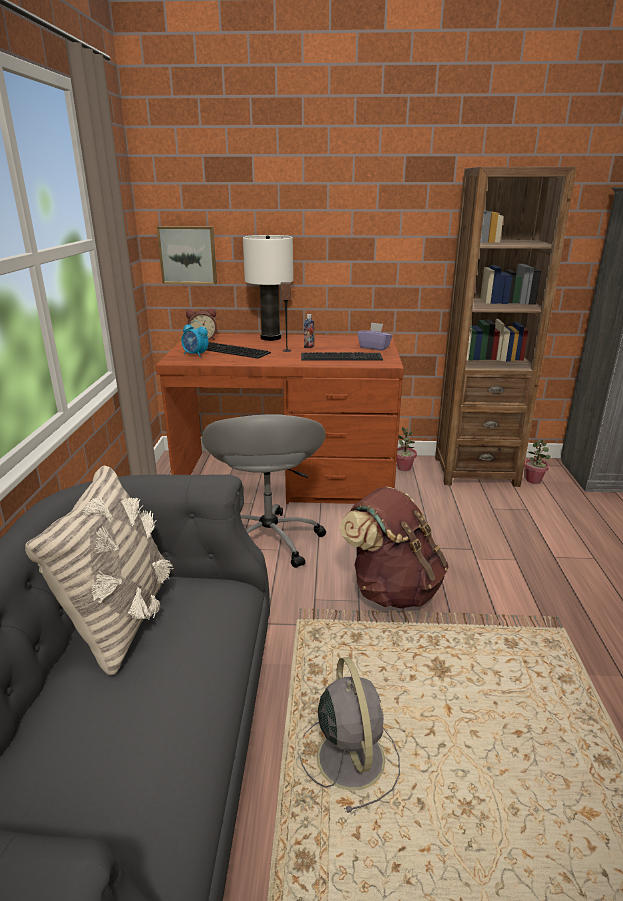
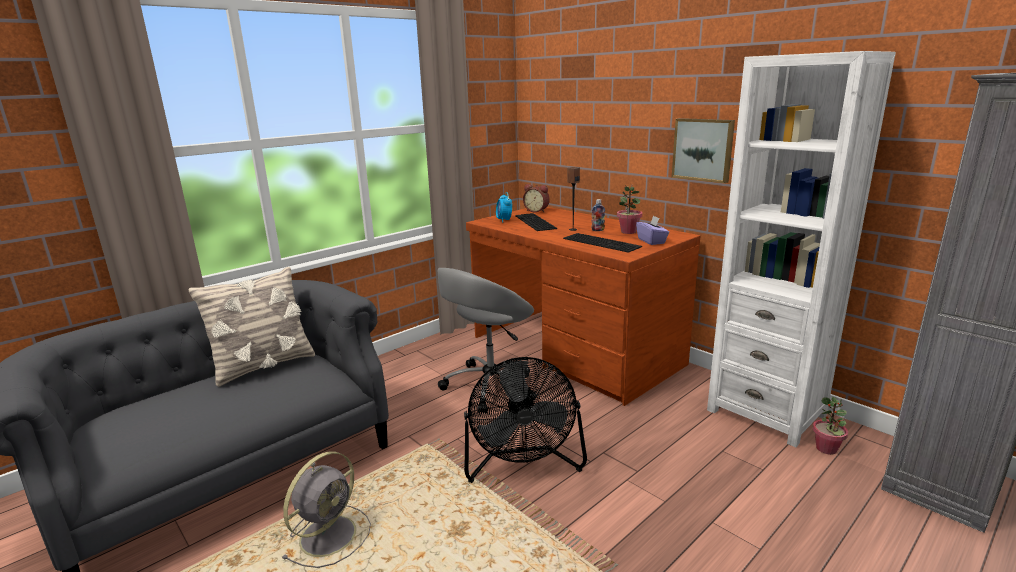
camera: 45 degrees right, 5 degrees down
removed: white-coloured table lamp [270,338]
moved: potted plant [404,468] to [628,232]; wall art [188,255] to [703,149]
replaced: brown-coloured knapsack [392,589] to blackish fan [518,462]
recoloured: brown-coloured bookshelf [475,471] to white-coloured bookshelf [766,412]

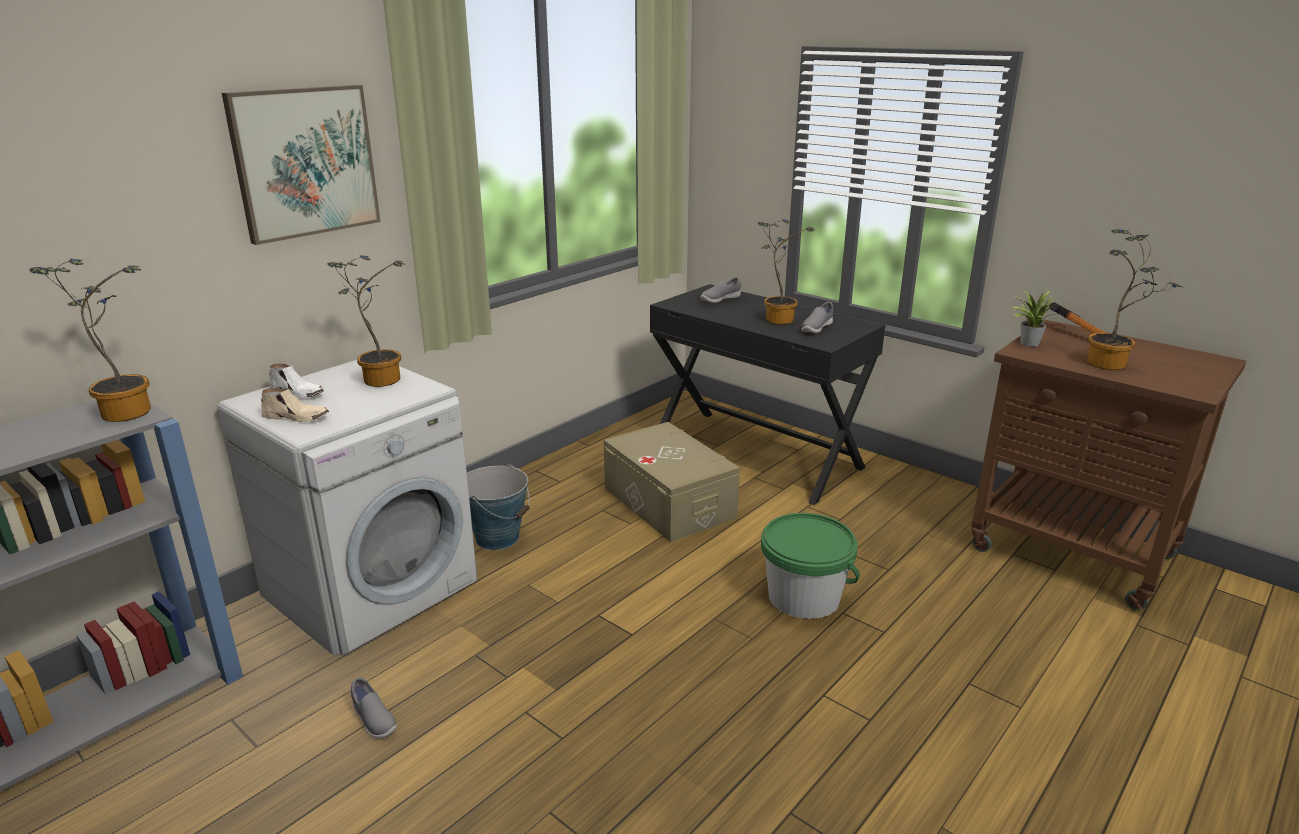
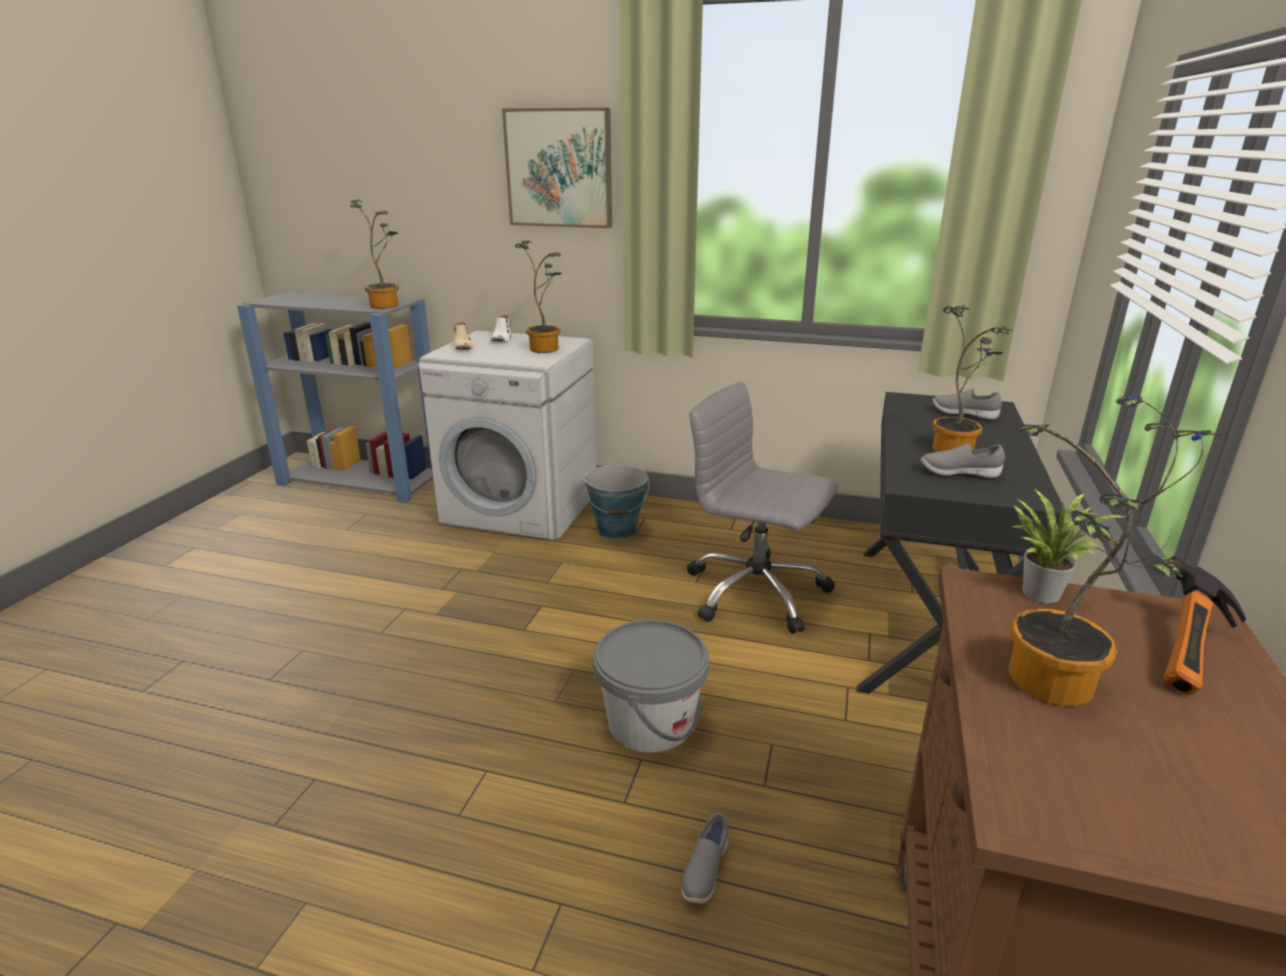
camera: 65 degrees right, 0 degrees up
moved: grey low shoe [373,720] to [704,871]
replaced: beige-coloured storage bin [668,502] to grey desk chair [755,592]
recoloured: green water bucket [803,597] to grey water bucket [651,722]

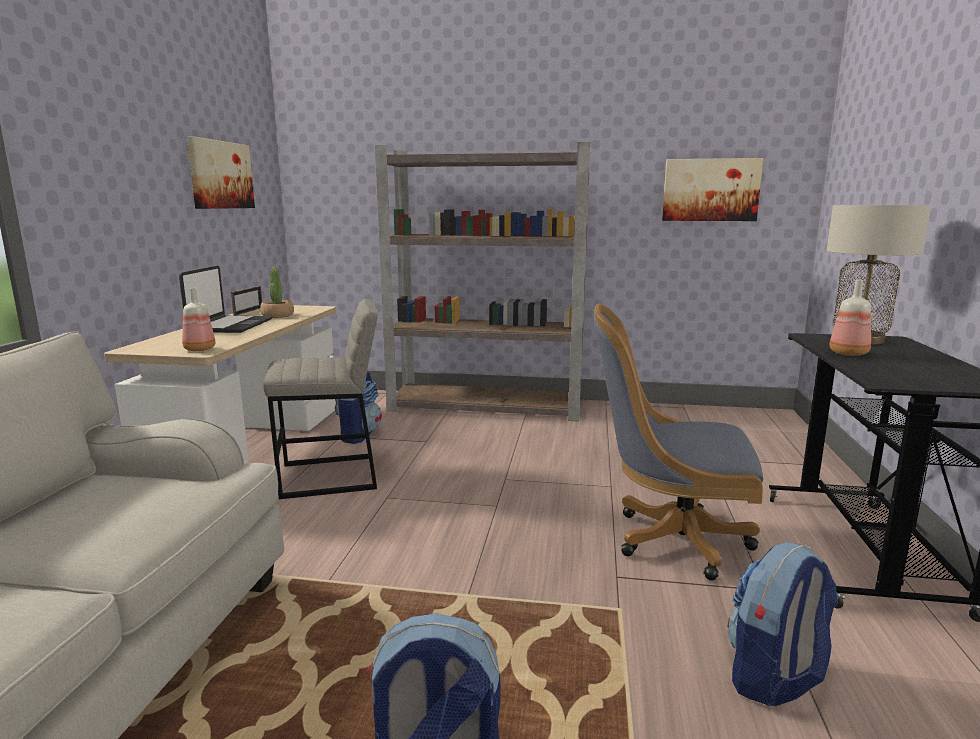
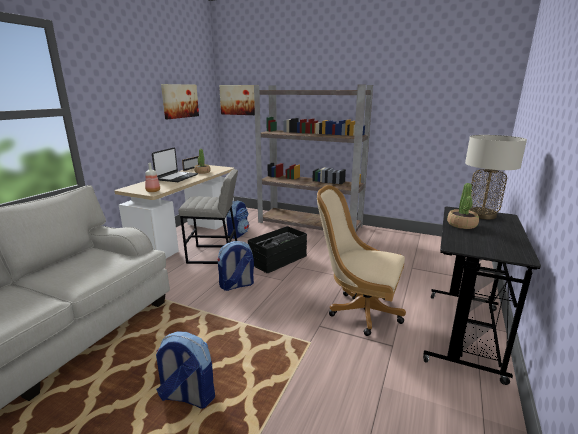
camera: 15 degrees right, 5 degrees up
added: blackish storage bin [278,259]
moved: knapsack [774,677] to [236,285]; wall art [710,190] to [239,100]
replaced: bottle [850,353] to potted plant [461,224]
recoloured: blue desk chair [668,540] to beige-coloured desk chair [358,311]

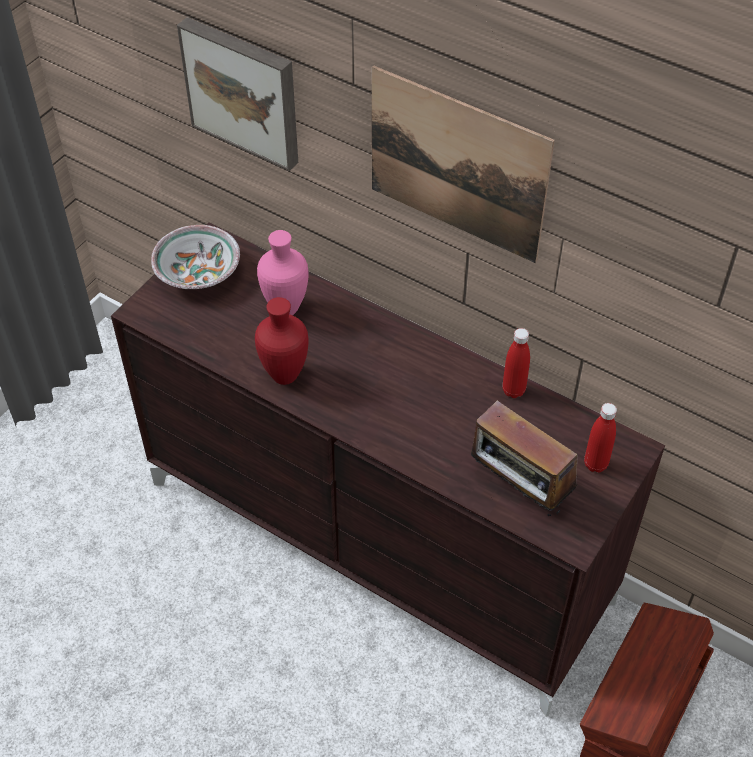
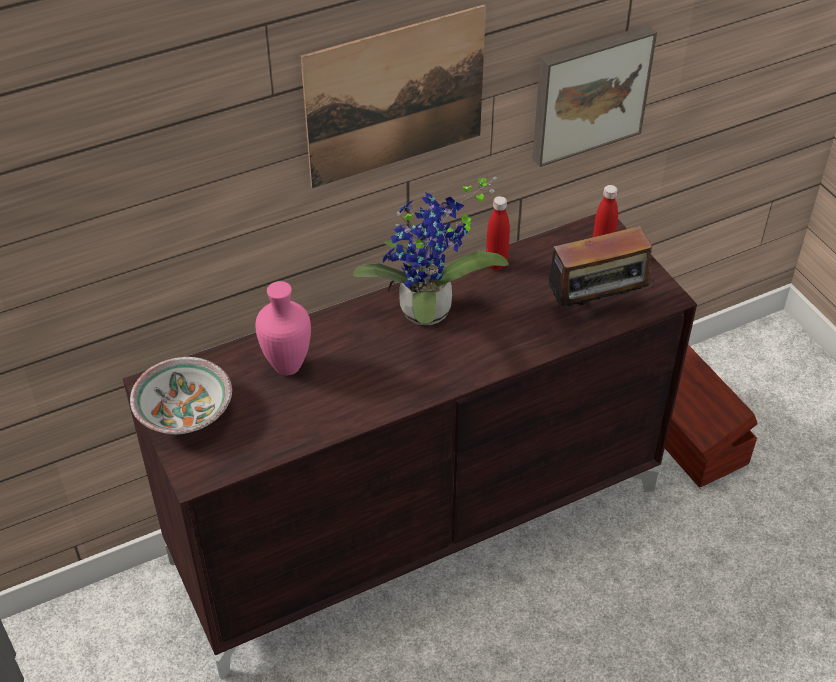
camera: 60 degrees left, 5 degrees down
removed: reddish decorative vase [285,374]
added: potted plant [428,315]
moved: wall art [243,91] to [589,93]

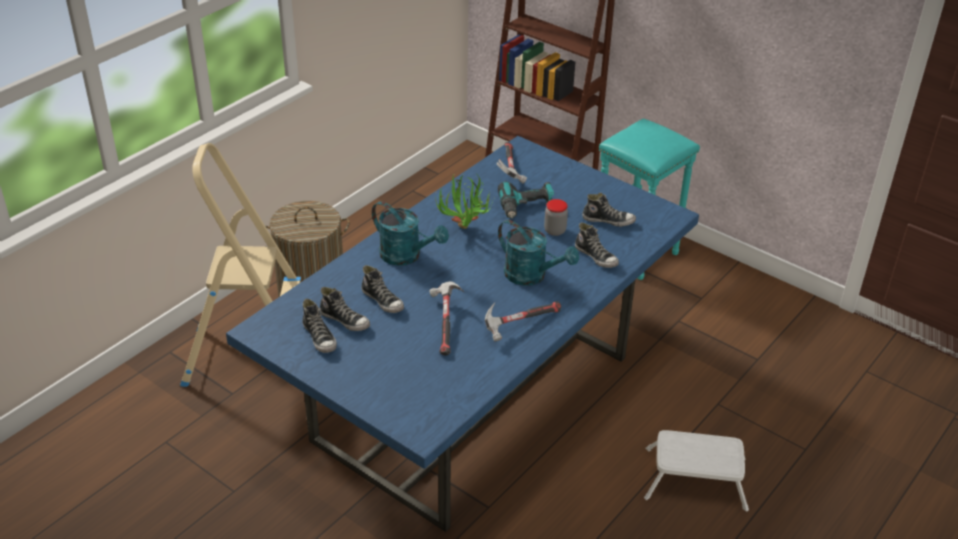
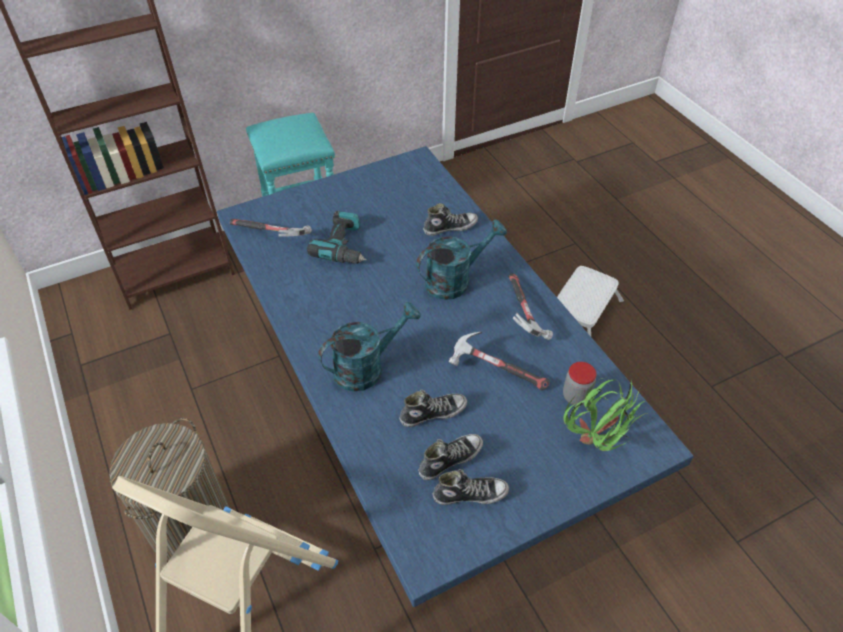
camera: 65 degrees left, 10 degrees up
removed: low shoe [608,220]
moved: jar [555,230] to [576,396]; potted plant [464,232] to [597,443]

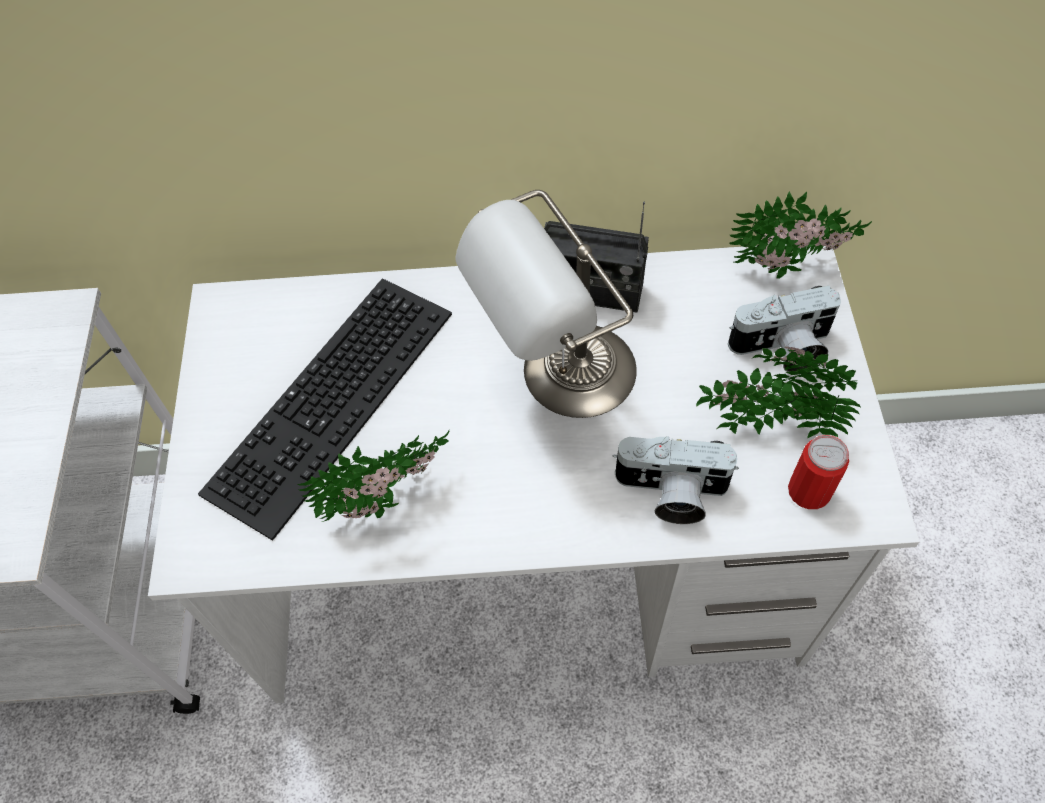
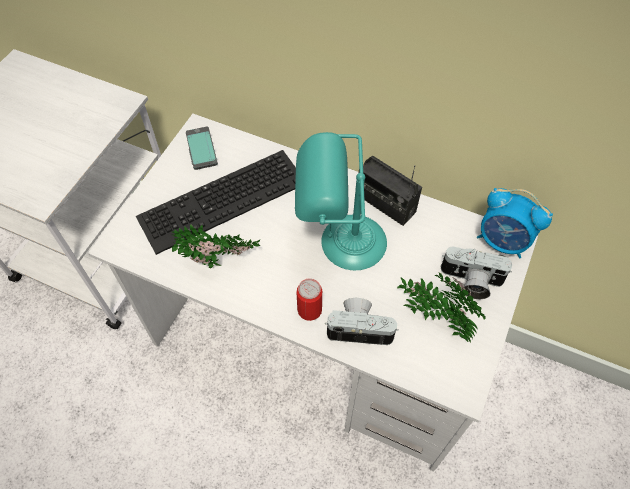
camera: 25 degrees right, 0 degrees up
added: telephone [201,149]
moved: can [809,491] to [309,310]
replaced: potted plant [790,271] to table clock [503,241]
recoloured: white-coloured table lamp [559,381] to turquoise-coloured table lamp [339,243]
turned: still camera [670,493] = [360,327] 150 degrees clockwise

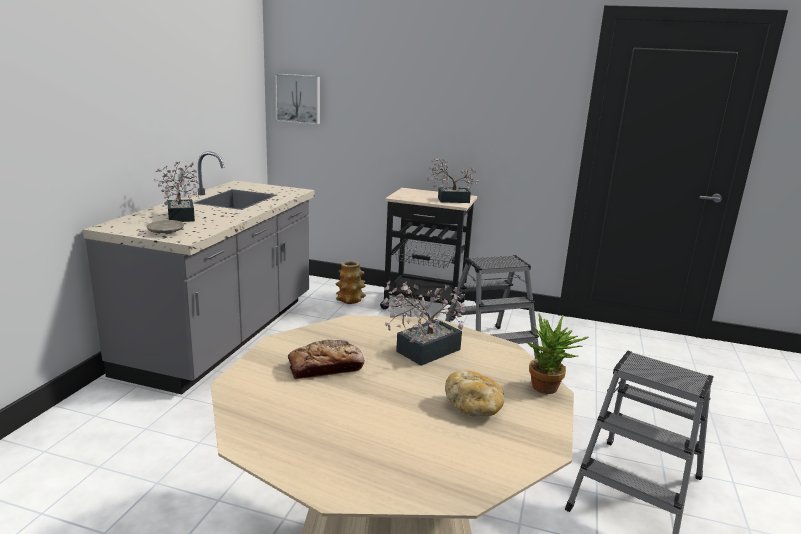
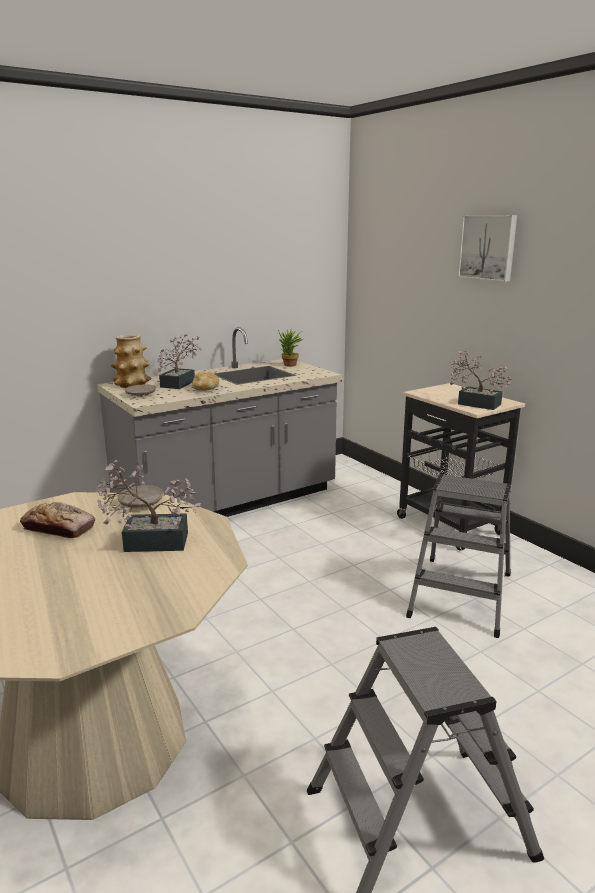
camera: 40 degrees right, 0 degrees up
added: beige-coloured flat dish [141,503]
moved: decorative vase [350,300] to [132,385]; baked bread [474,407] to [205,389]; potted plant [548,390] to [289,365]; wall art [298,98] to [488,247]

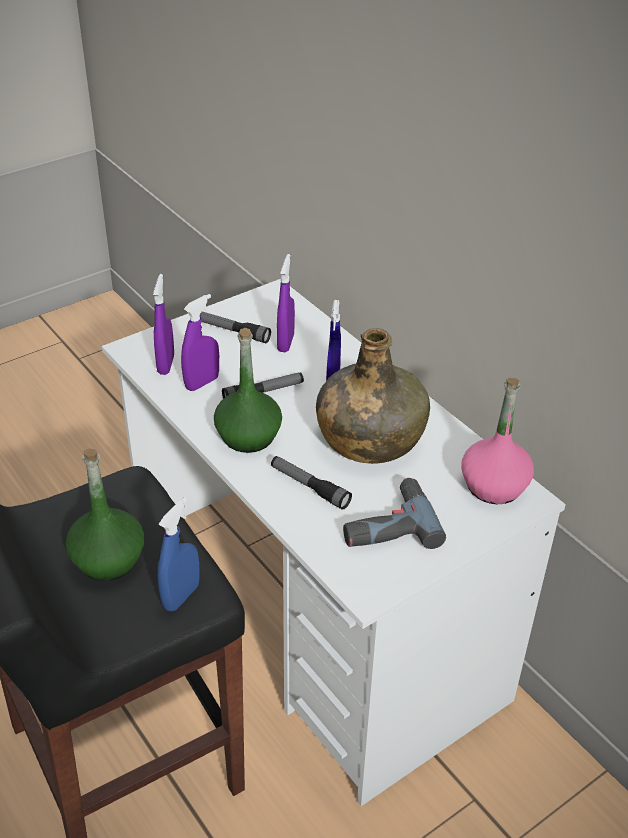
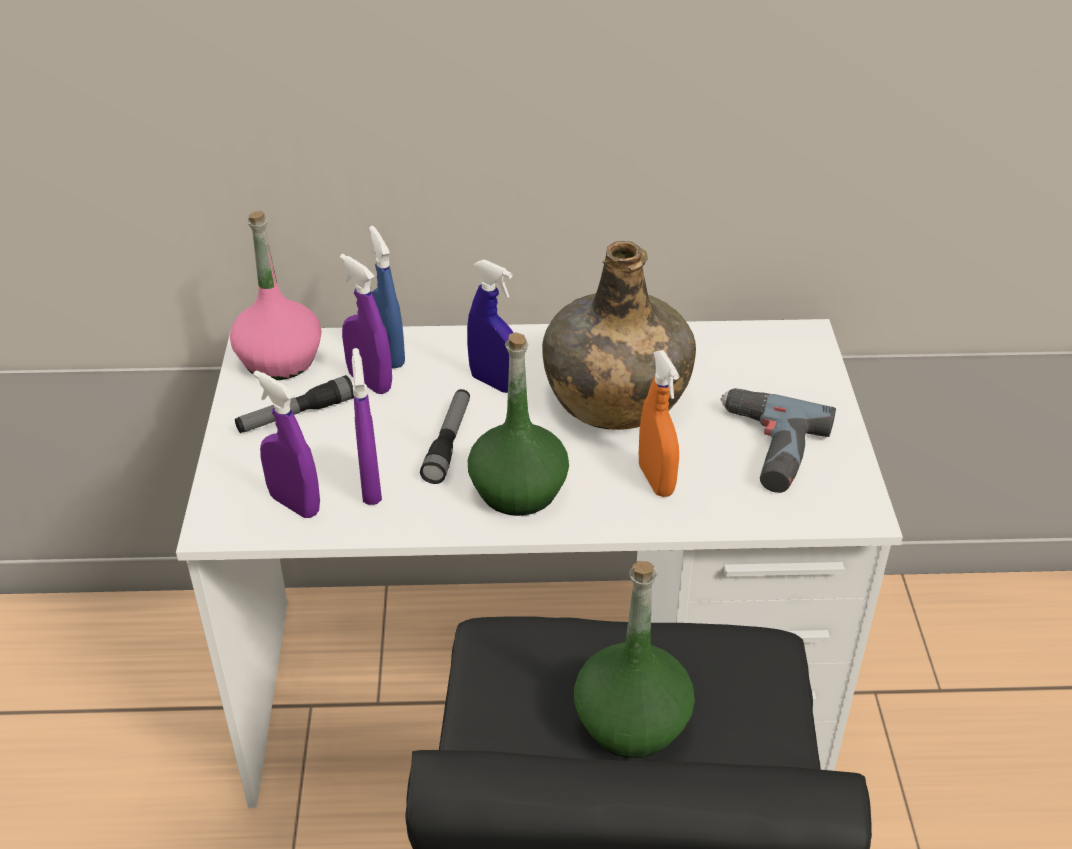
camera: 55 degrees left, 0 degrees up
moved: pink bottle [493,486] to [279,360]; blue hand sprayer [181,596] to [389,355]
replaced: hand torch [309,487] to orange-coloured hand sprayer [656,480]

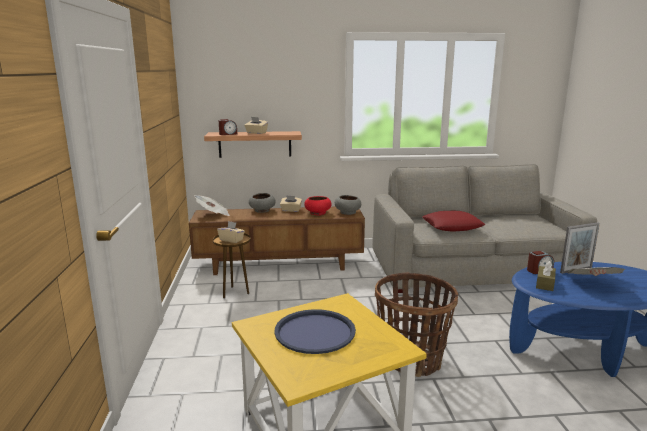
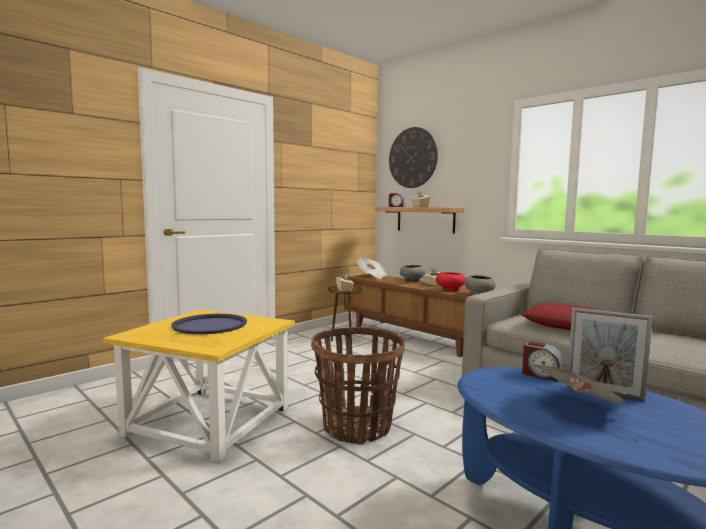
camera: 50 degrees right, 10 degrees down
removed: brown-coloured tissue holder [545,284]
added: wall clock [412,158]

